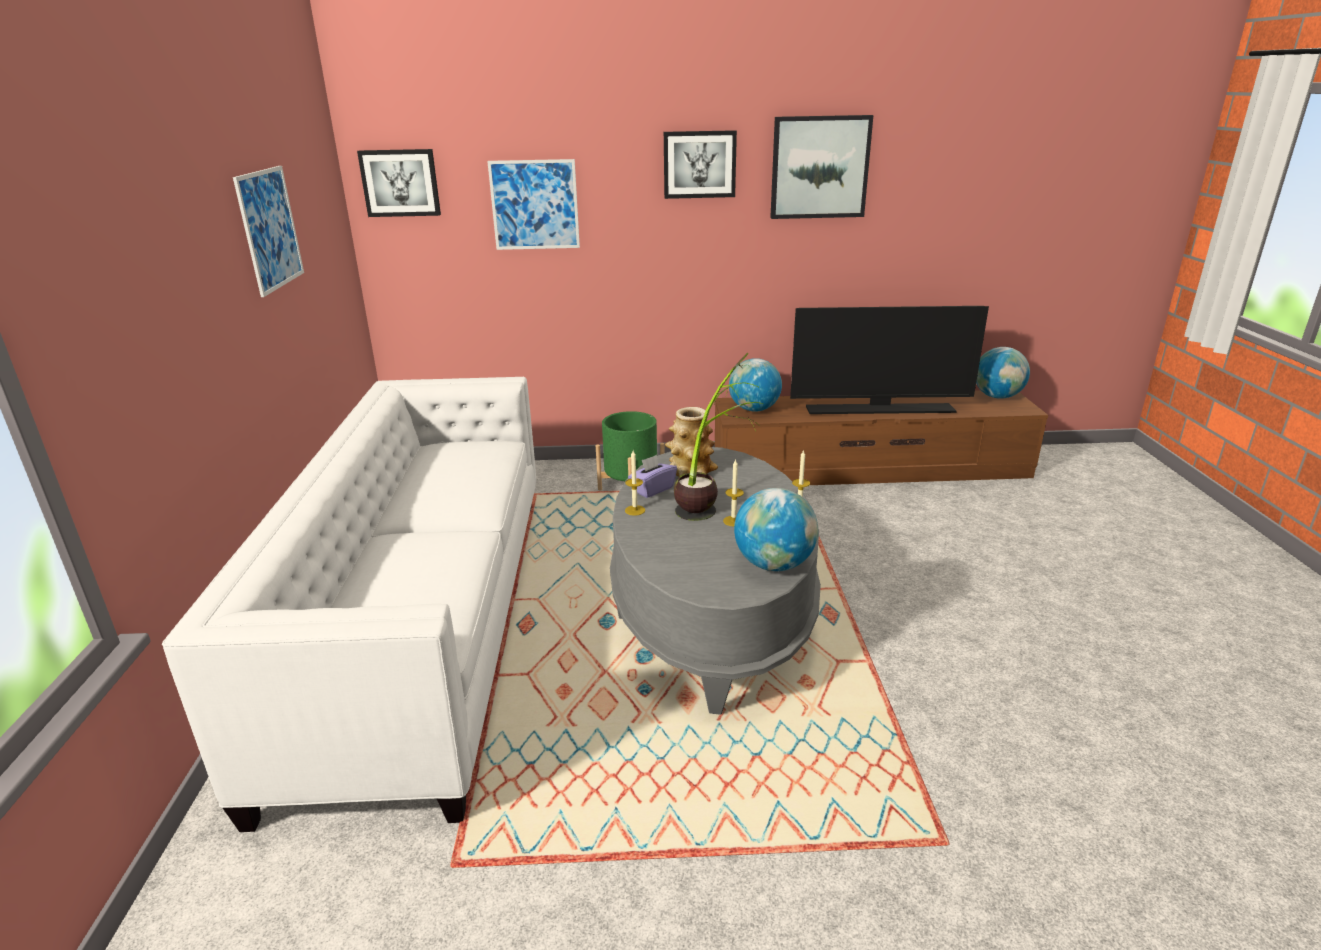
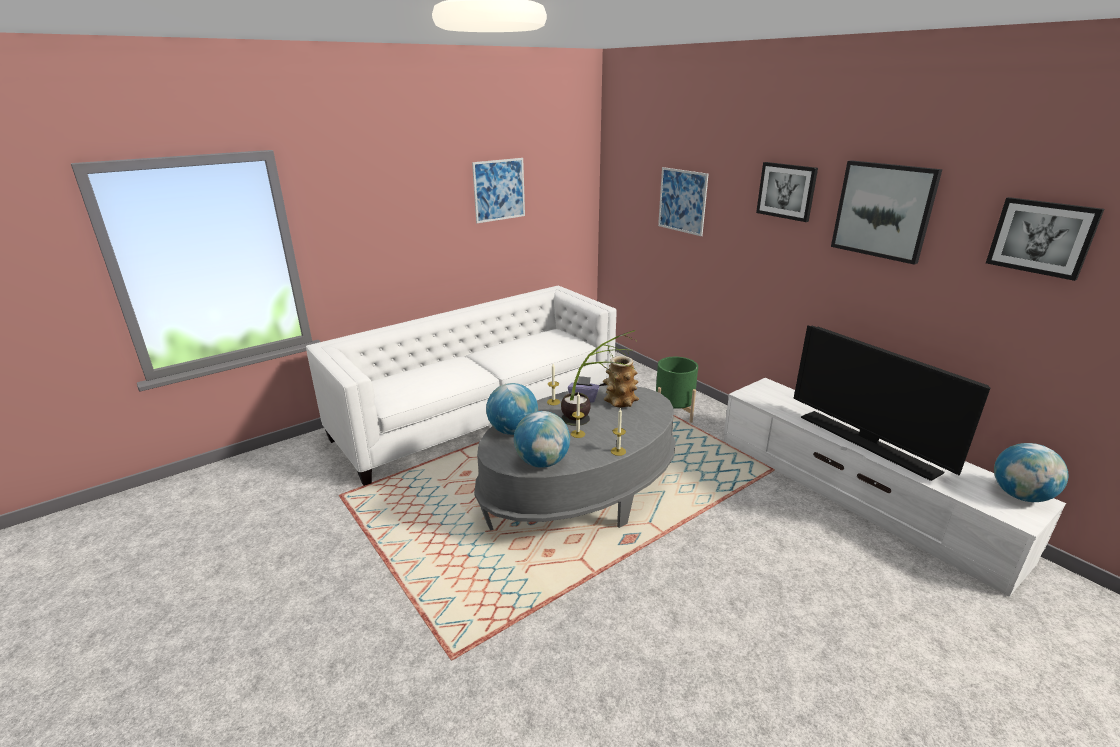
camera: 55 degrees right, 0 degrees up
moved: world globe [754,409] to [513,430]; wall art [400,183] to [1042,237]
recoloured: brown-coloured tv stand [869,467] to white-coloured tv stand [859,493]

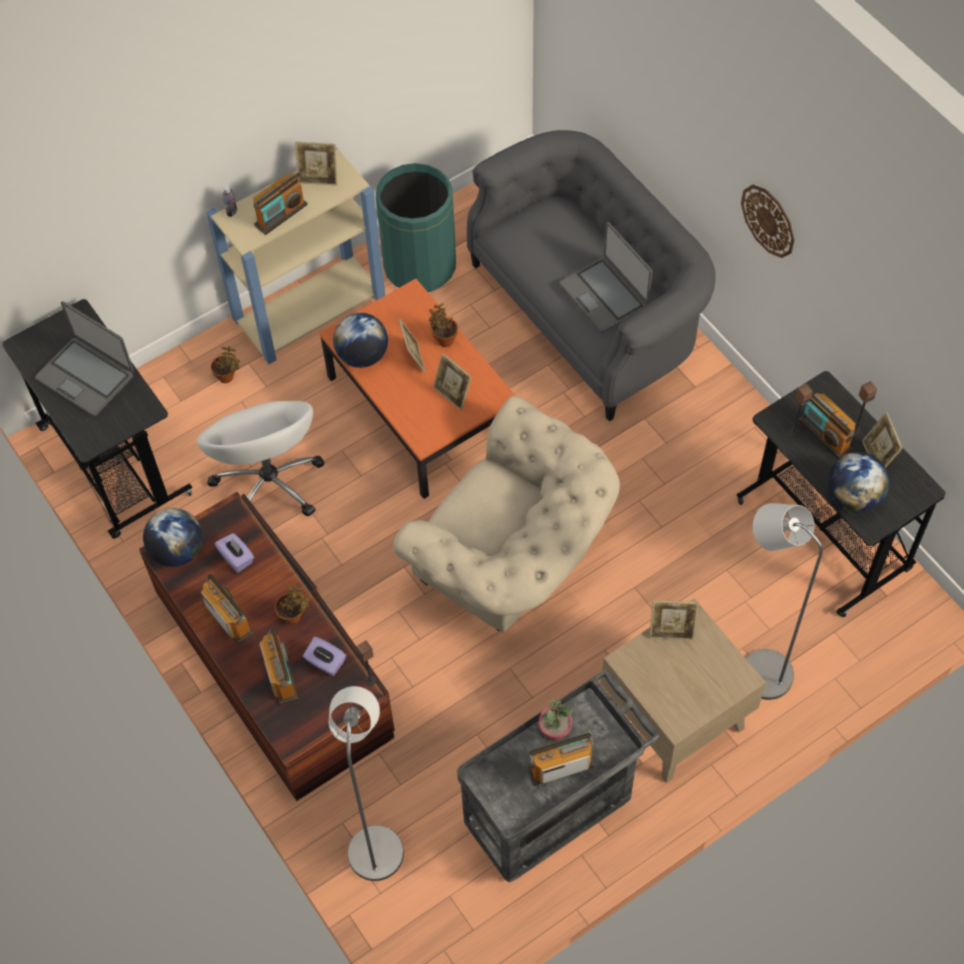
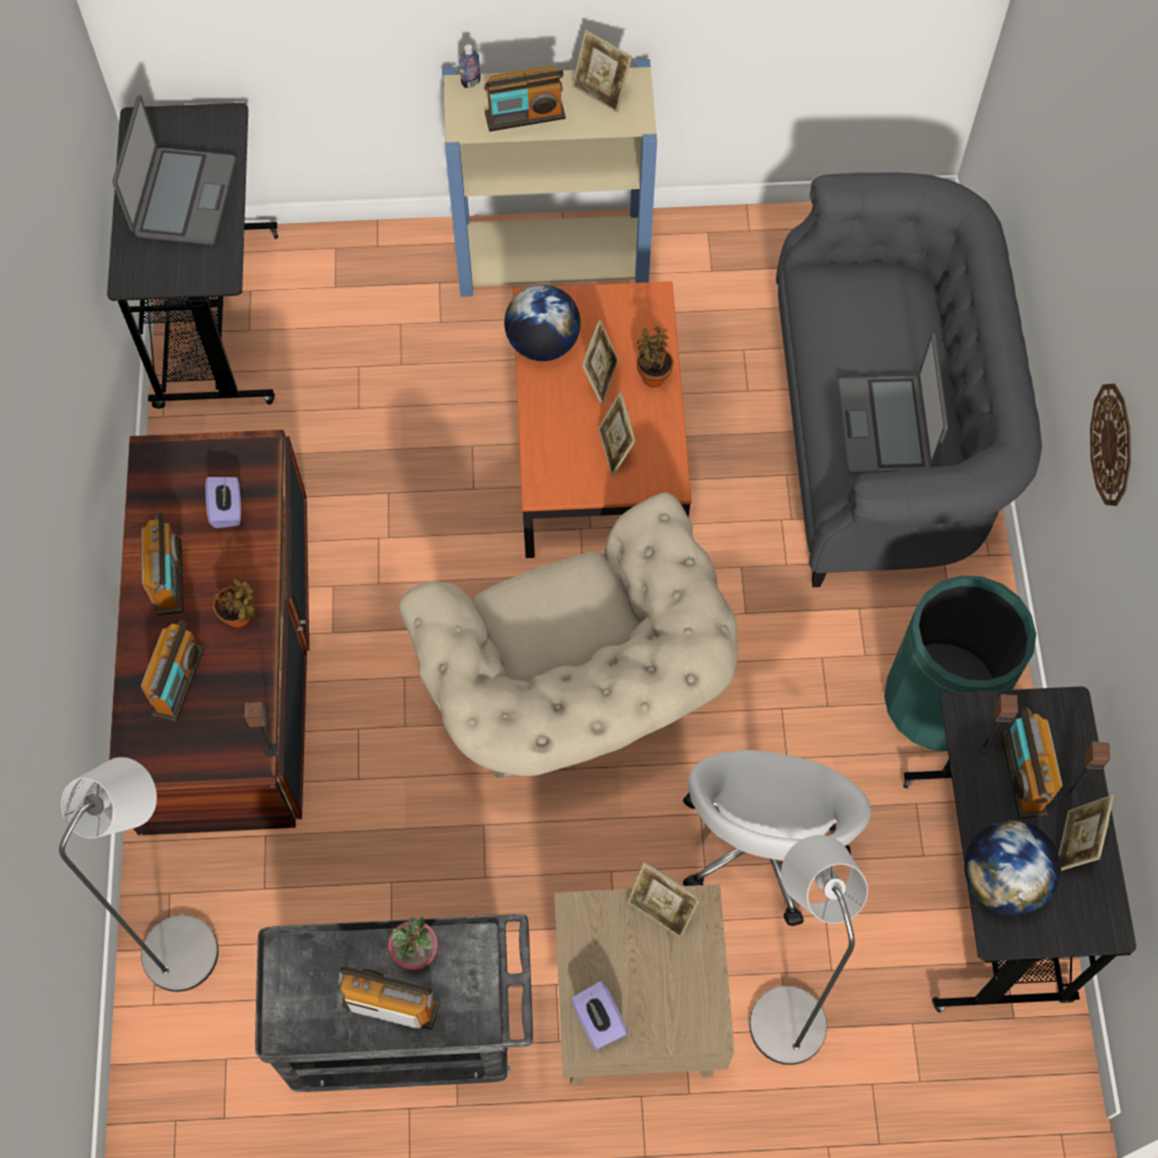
camera: 30 degrees right, 5 degrees up
removed: world globe [178,551]; potted plant [228,377]
moved: purple-coloured tissue holder [325,662] to [598,1020]; white-coloured desk chair [270,487] to [760,852]; green rubbish bin [420,266] to [939,701]
turned: notebook computer [86,376] = [183,198] 150 degrees counterclockwise

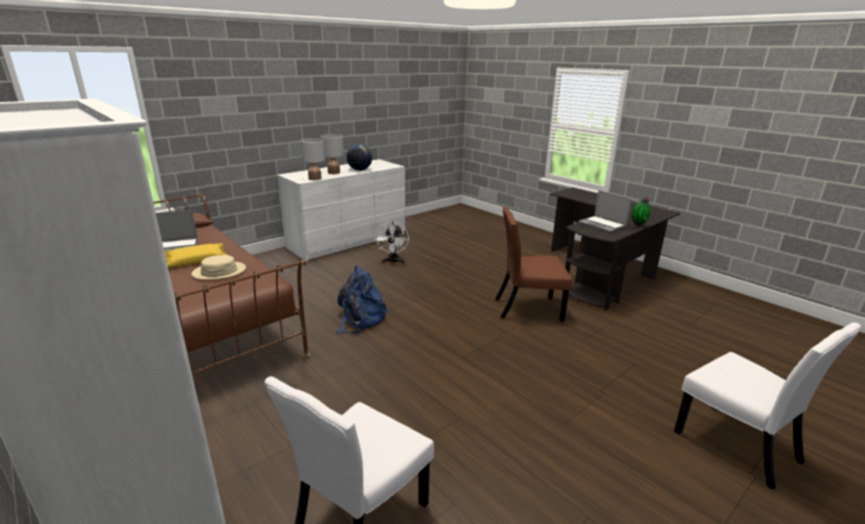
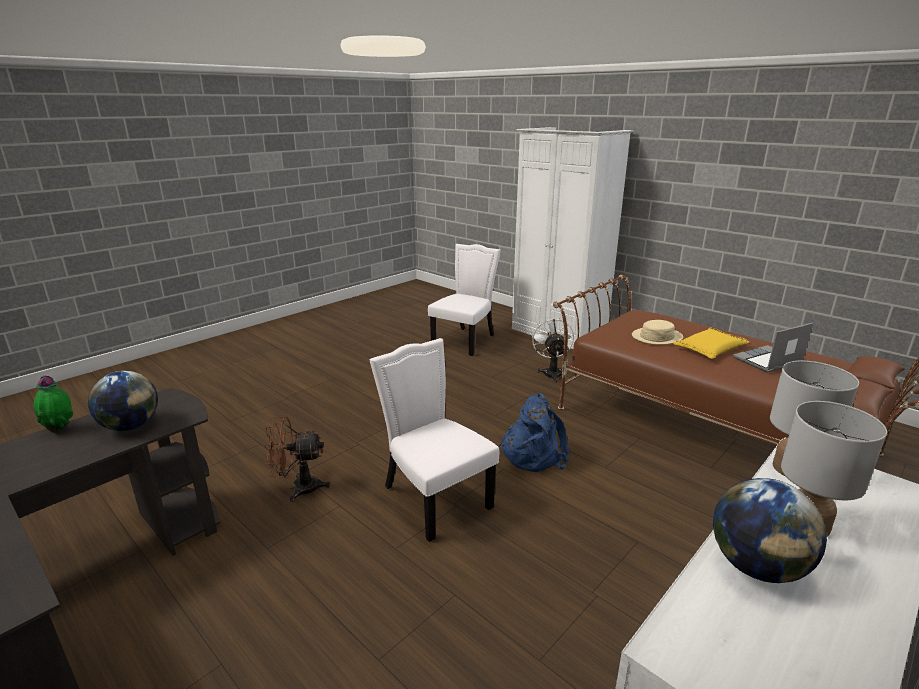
camera: 175 degrees right, 0 degrees up
moved: white-coloured chair [735,443] to [436,500]; white-coloured fan [393,261] to [551,372]
replaced: notebook computer [603,225] to world globe [130,426]; brown-coloured chair [529,308] to brown-coloured fan [298,488]

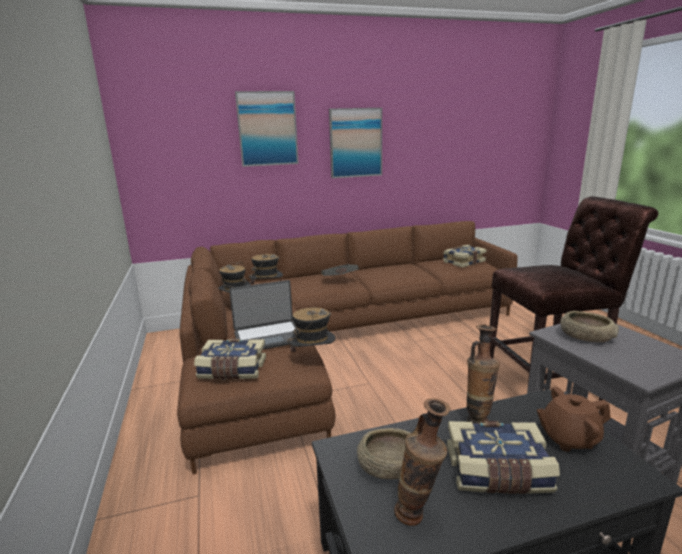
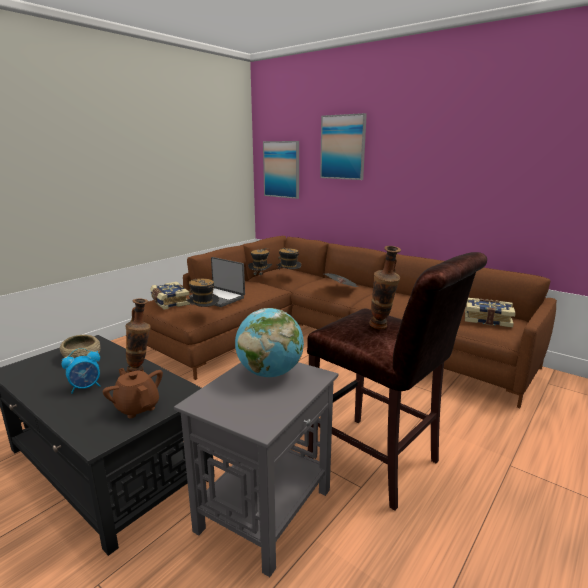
camera: 55 degrees right, 0 degrees up
moved: wall art [355,143] to [282,169]; decorative vase [418,517] to [381,328]
replaced: bound book [498,472] to table clock [86,387]; beige-coloured bowl [585,336] to world globe [270,373]

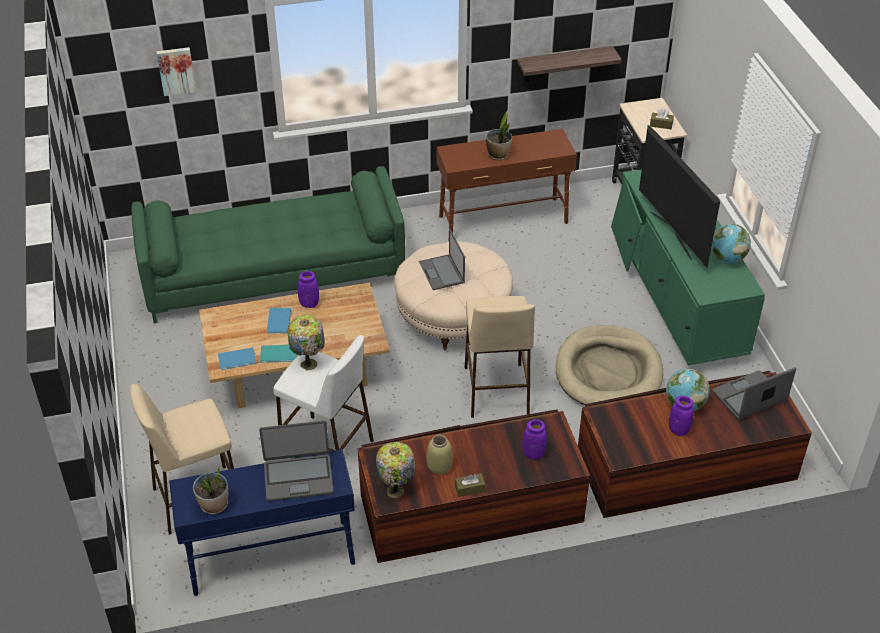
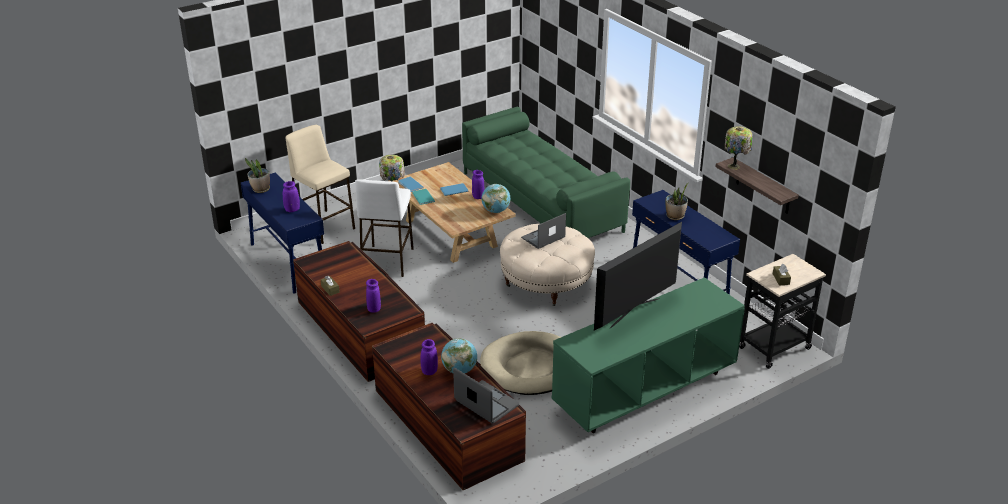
camera: 70 degrees right, 10 degrees down
removed: wall art [176,70]; beige-coloured decorative vase [439,467]; beige-coloured sitting stool [496,390]
moved: world globe [727,258] to [496,211]; table lamp [396,490] to [735,166]
replaced: notebook computer [298,477] to purple-coloured decorative vase [292,210]
recoloured: brown-coloured hall table [503,220] to blue hall table [678,283]

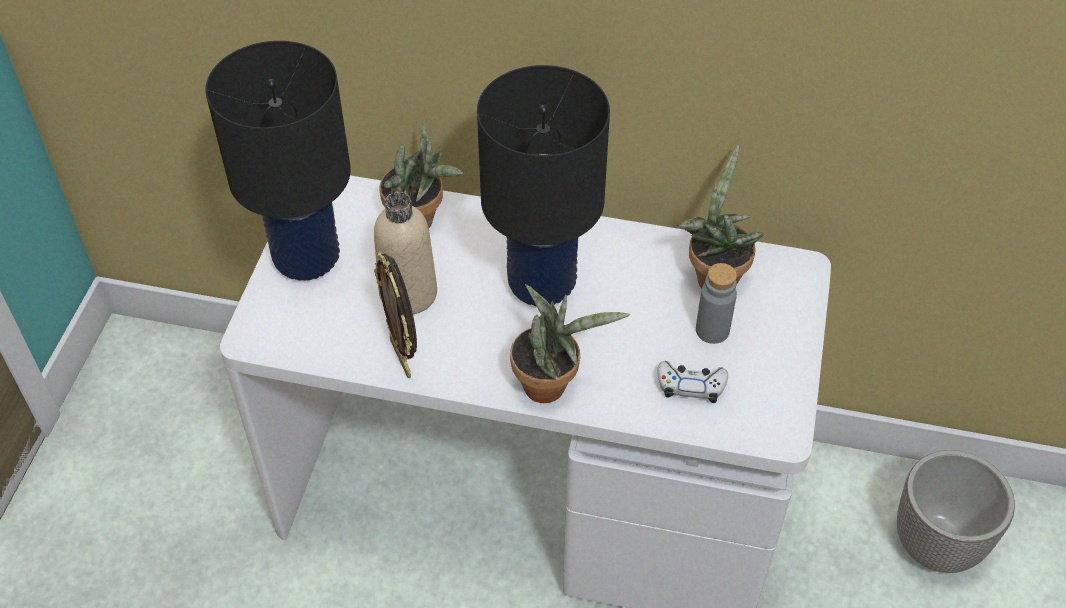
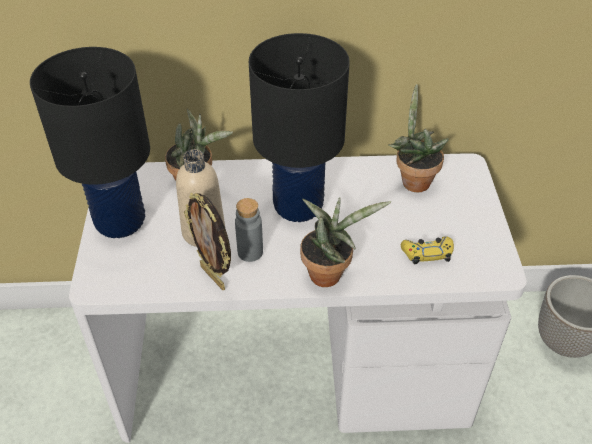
camera: 15 degrees left, 5 degrees down
moved: grey bottle [712,330] to [250,252]
recoloured: white-coloured joypad [691,385] to yellow-coloured joypad [427,253]

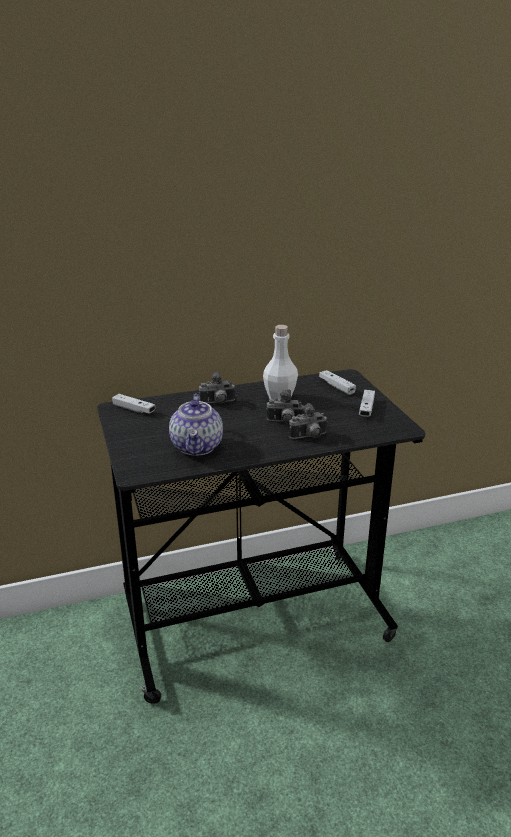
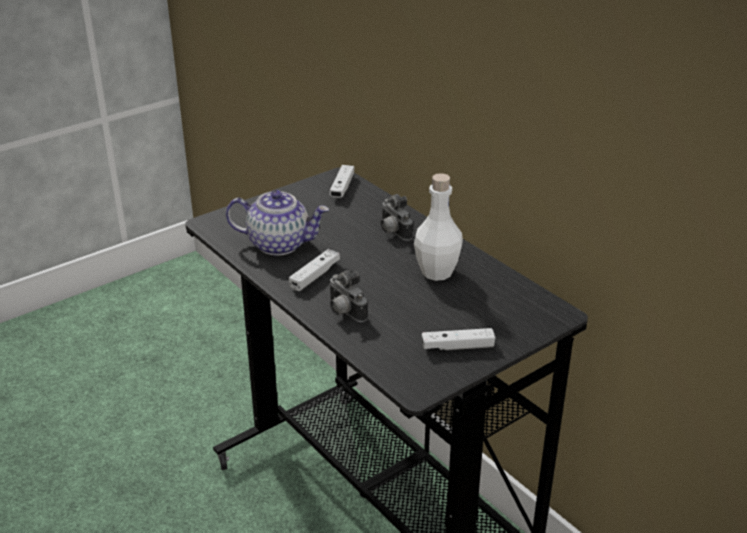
camera: 70 degrees right, 5 degrees up
removed: still camera [285,422]
moved: white-coloured joypad [336,386] to [315,276]
turned: pot for tea [197,447] = [280,244] 150 degrees counterclockwise

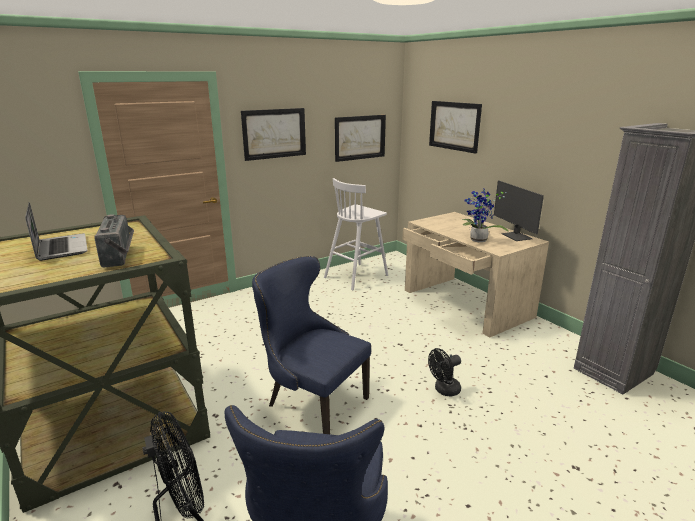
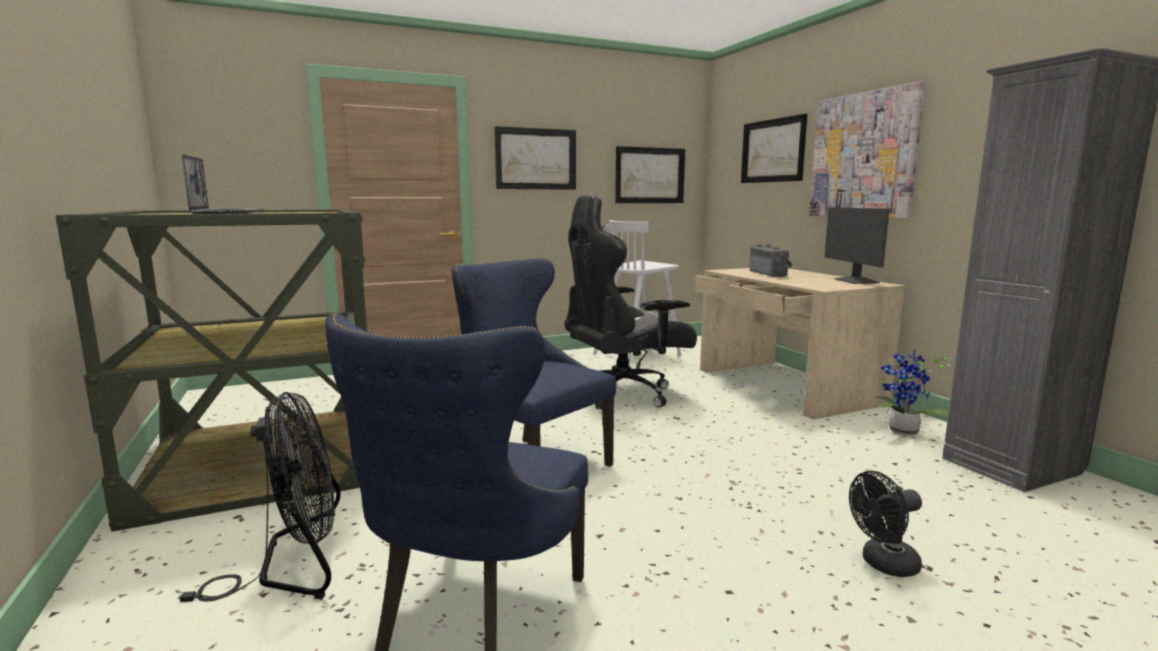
camera: 10 degrees right, 10 degrees down
added: blackish desk chair [627,393]; wall art [863,155]
moved: radio receiver [121,255] to [770,273]; blackish fan [444,390] to [883,564]; potted plant [478,241] to [902,433]

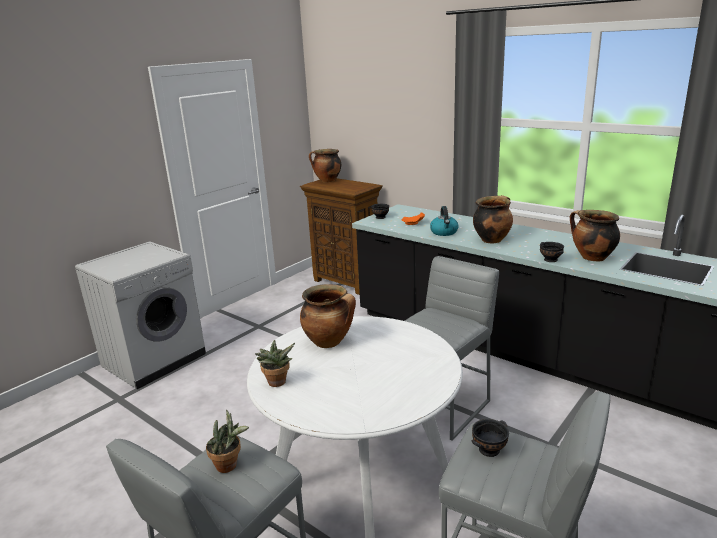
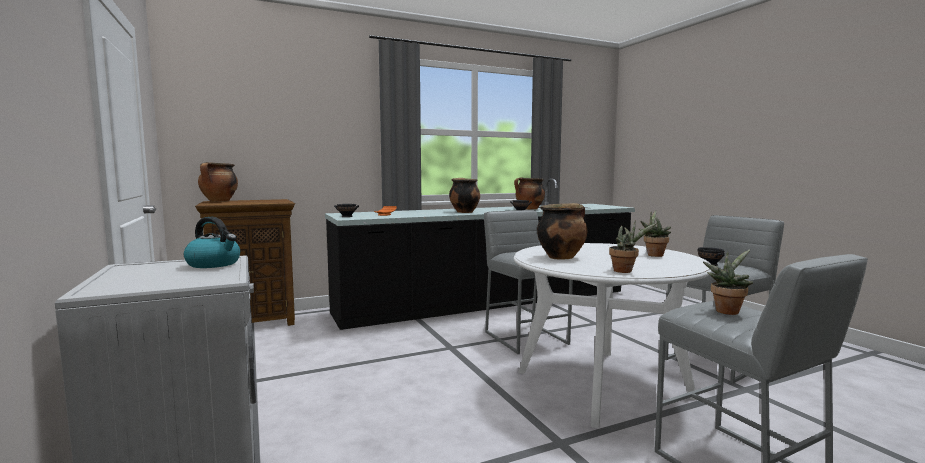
camera: 65 degrees left, 15 degrees down
added: potted plant [654,255]
moved: kettle [444,232] to [214,264]

